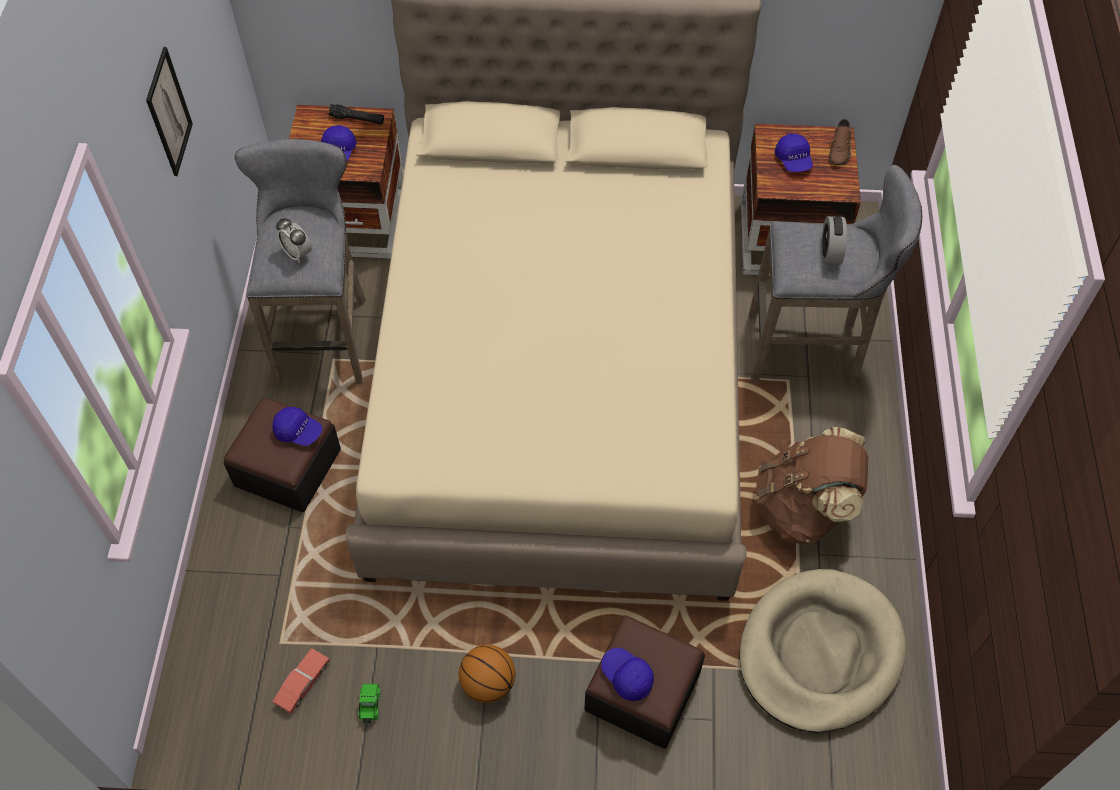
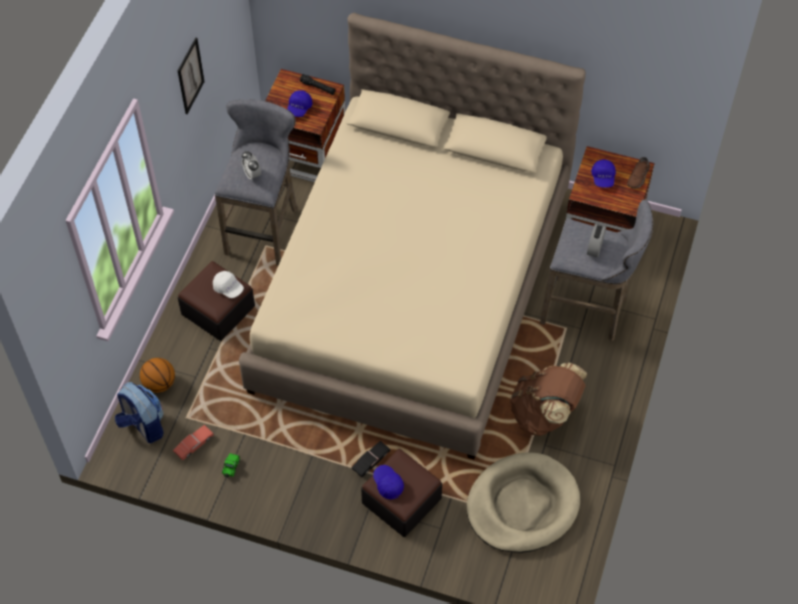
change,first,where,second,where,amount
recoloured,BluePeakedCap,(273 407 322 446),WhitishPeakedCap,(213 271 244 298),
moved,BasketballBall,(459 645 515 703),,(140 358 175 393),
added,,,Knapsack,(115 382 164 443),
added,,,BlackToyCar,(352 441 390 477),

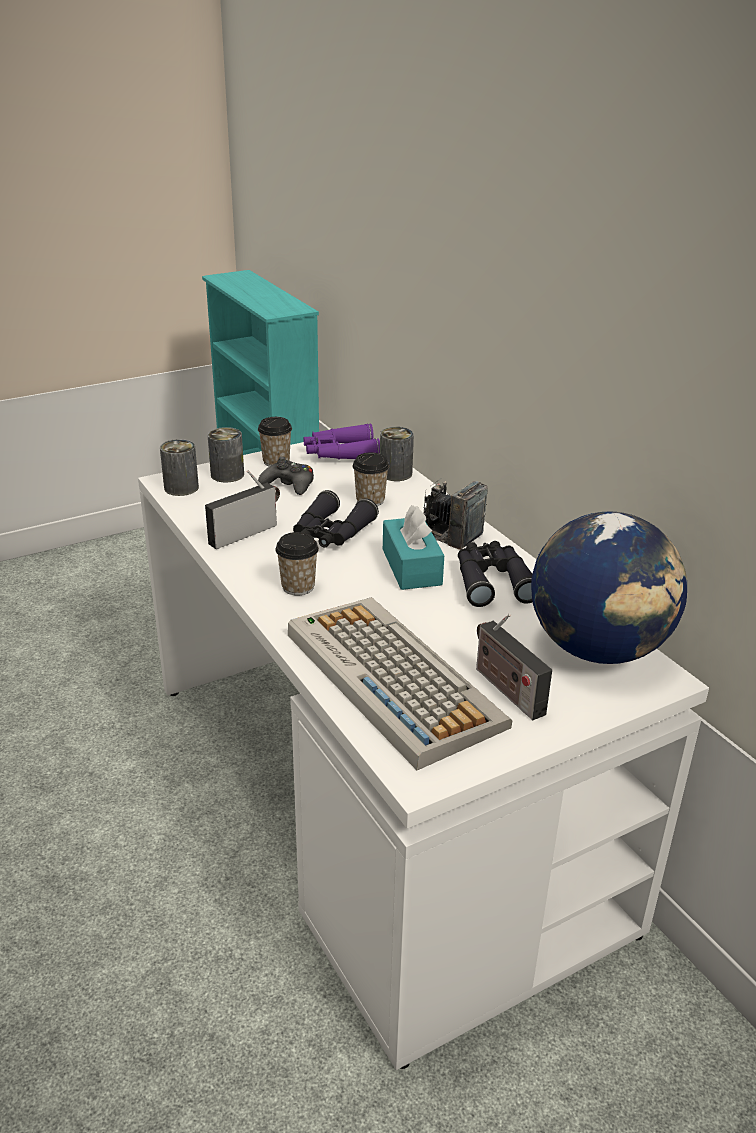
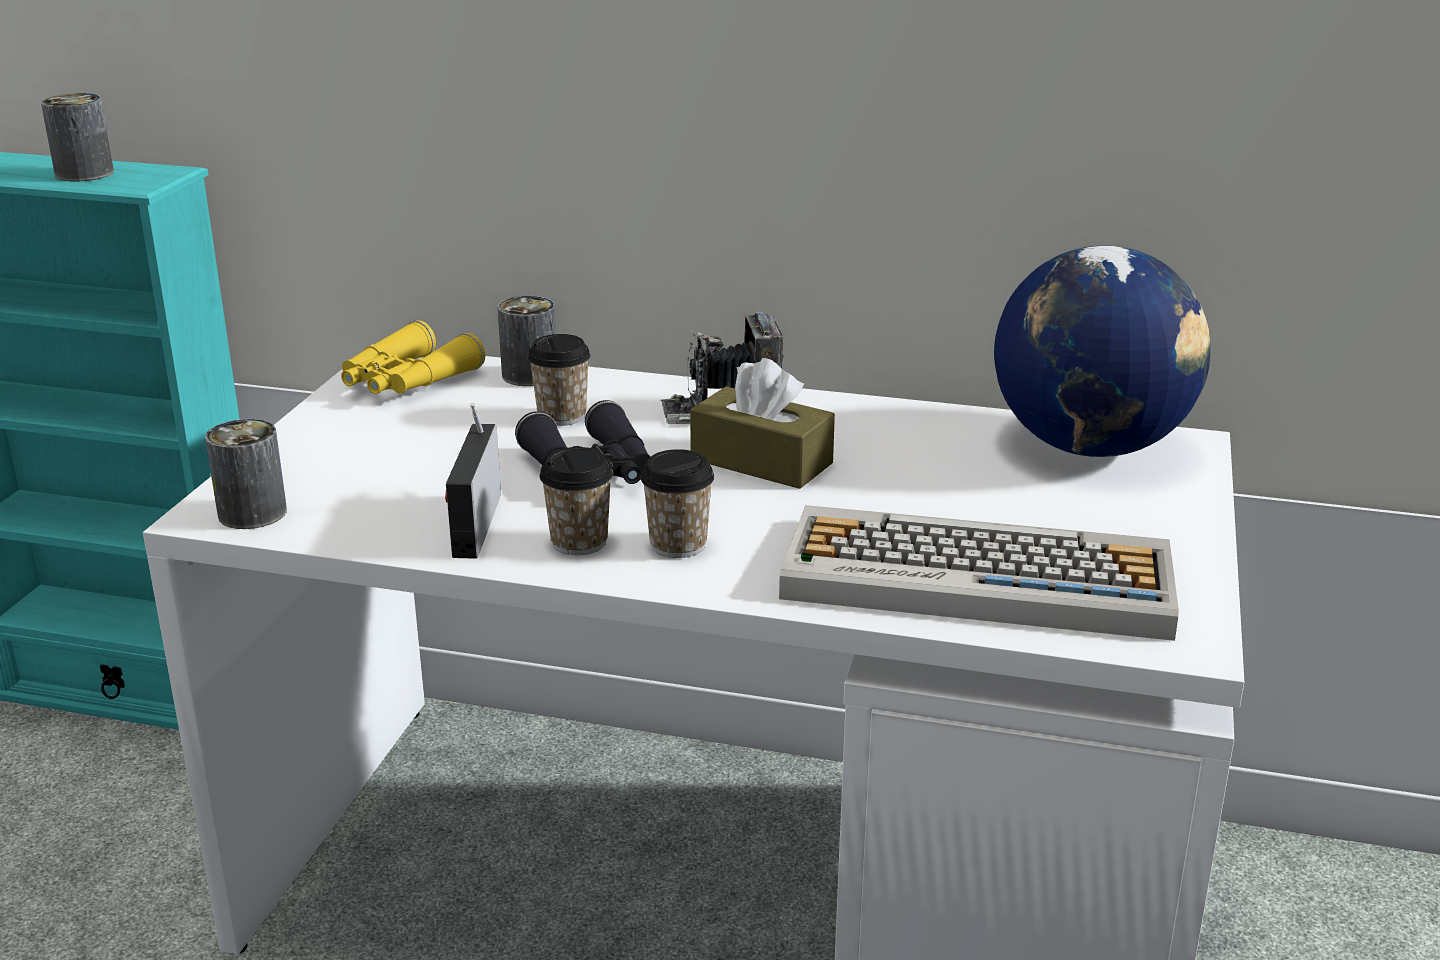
change,first,where,second,where,amount
moved,Cup,(258 417 292 467),,(539 447 613 555),
recoloured,PurplePairOfBinoculars,(303 423 380 459),YellowishPairOfBinoculars,(341 320 485 394),
moved,SealedCan,(208 427 244 482),,(41 93 114 182),
removed,BlackJoypad,(258 457 314 495),,,
recoloured,TurquoiseTissueHolder,(383 505 444 590),BrownTissueHolder,(690 358 835 489),
removed,BlackPairOfBinoculars,(458 541 533 607),,,
removed,RadioSet,(476 613 552 720),,,

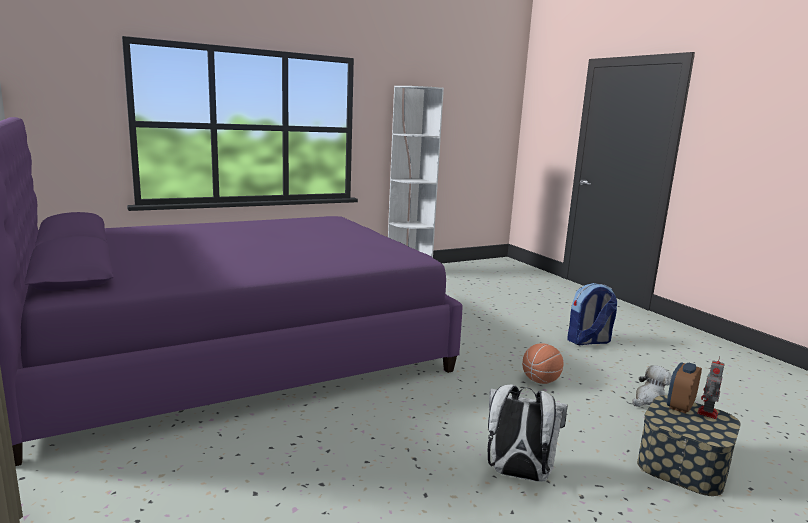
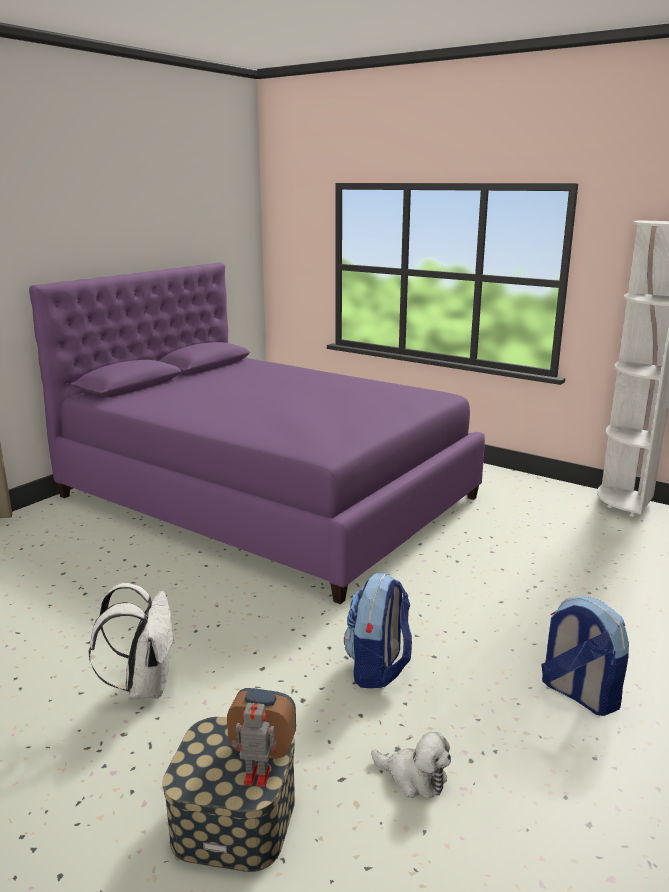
change,first,where,second,where,amount
replaced,BasketballBall,(522 343 564 384),Knapsack,(344 573 412 688),

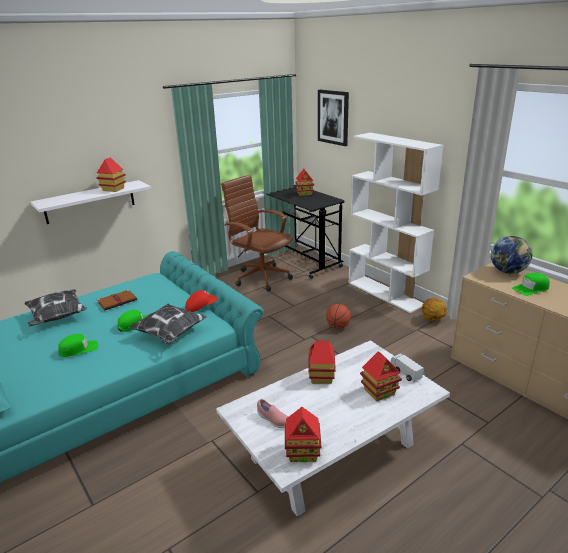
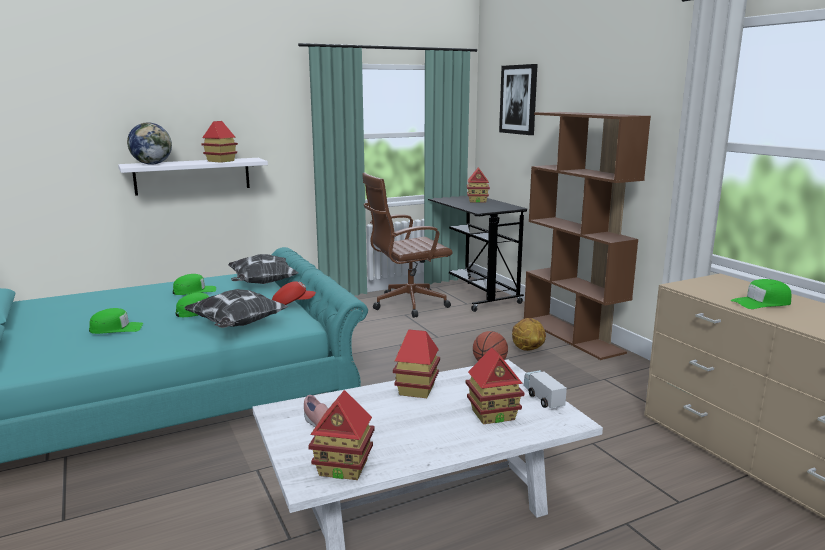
change,first,where,second,where,amount
recoloured,WhitishShelvingUnit,(348 133 443 313),BrownShelvingUnit,(524 112 651 360),
turned,BrownComputerChair,(221 174 293 292),,(362 172 453 318),75 degrees counterclockwise
moved,DeskGlobe,(491 236 532 274),,(127 123 172 165),
moved,Pillow,(24 289 87 327),,(228 254 298 284),
replaced,BrownVolume,(97 289 137 311),GreenPeakedCap,(173 274 216 295),
moved,BasketballBall,(422 298 447 322),,(512 318 546 351),

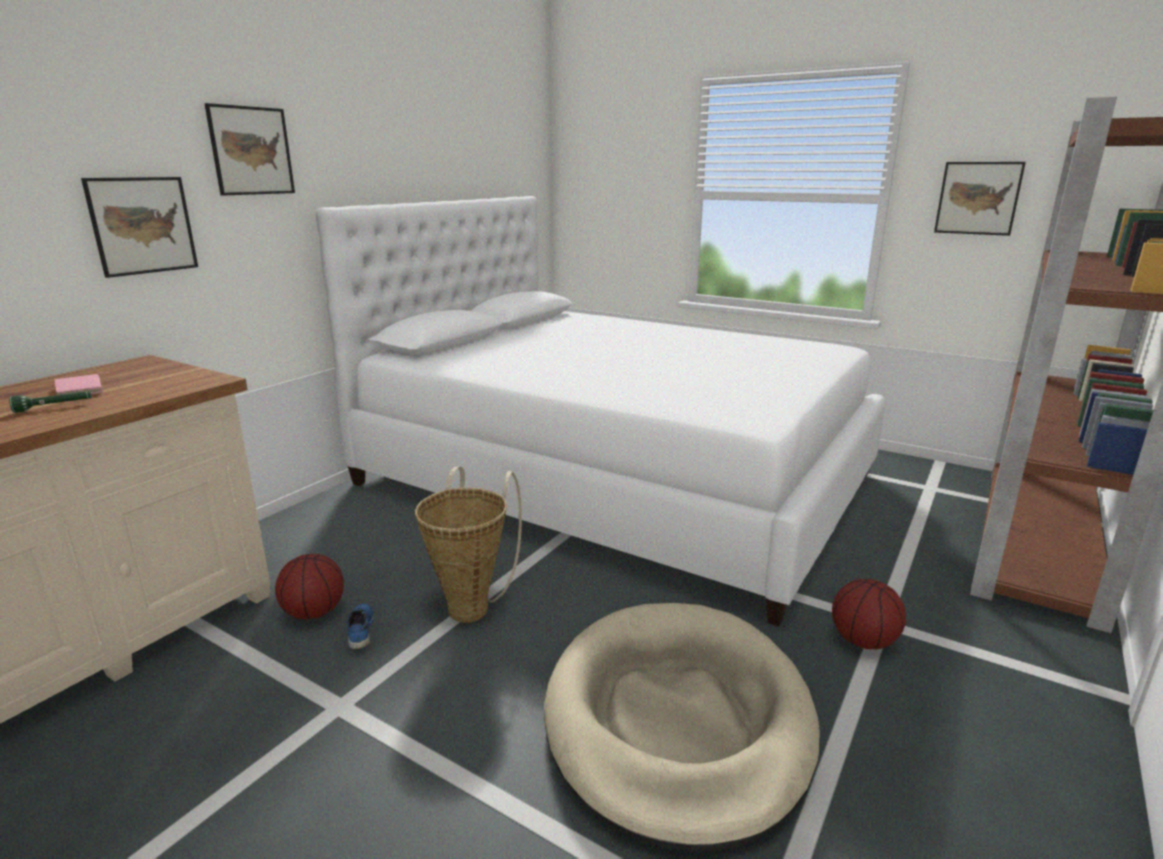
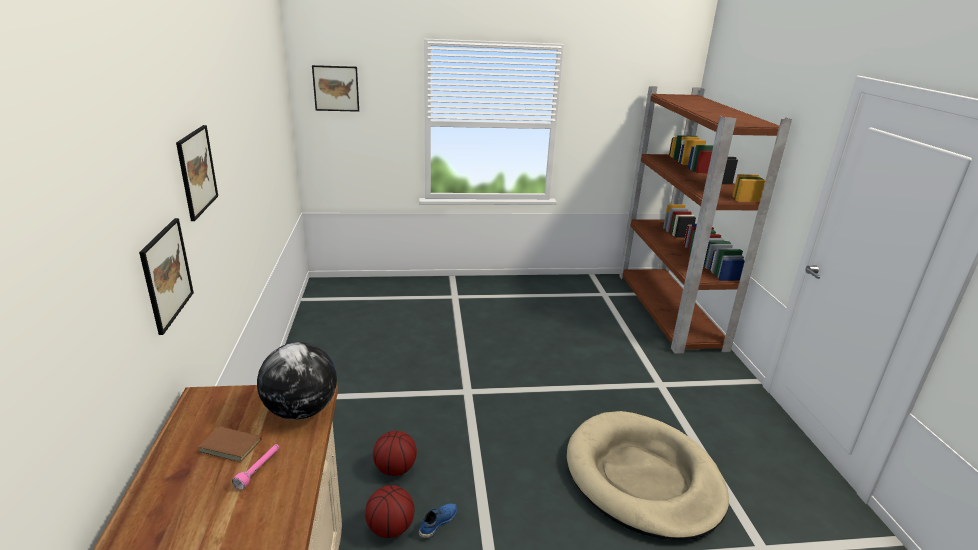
change,first,where,second,where,amount
moved,Picture,(934 162 1026 236),,(312 65 359 112),
removed,WhitishBedroomBed,(316 196 885 627),,,
recoloured,PinkVolume,(54 372 112 395),BrownVolume,(198 420 262 463),
recoloured,GreenHandTorch,(9 391 92 413),PinkHandTorch,(232 444 279 490),
removed,Basket,(415 467 522 623),,,
moved,BasketballBall,(832 579 906 649),,(373 431 417 476),
turned,BlueShoe,(347 604 374 650),,(419 503 457 539),90 degrees clockwise
added,,,DeskGlobe,(257 342 337 420),

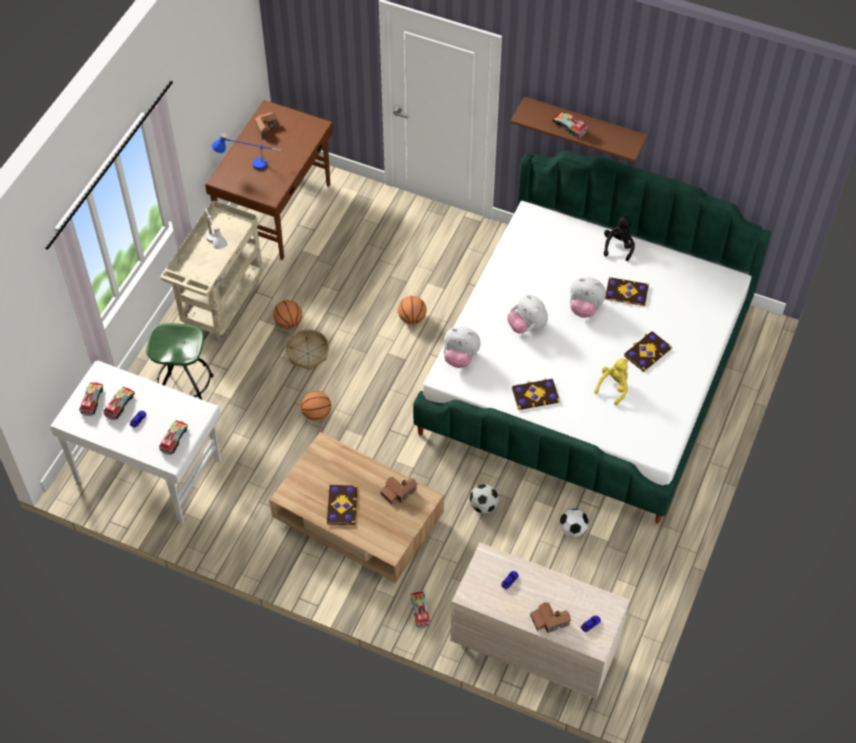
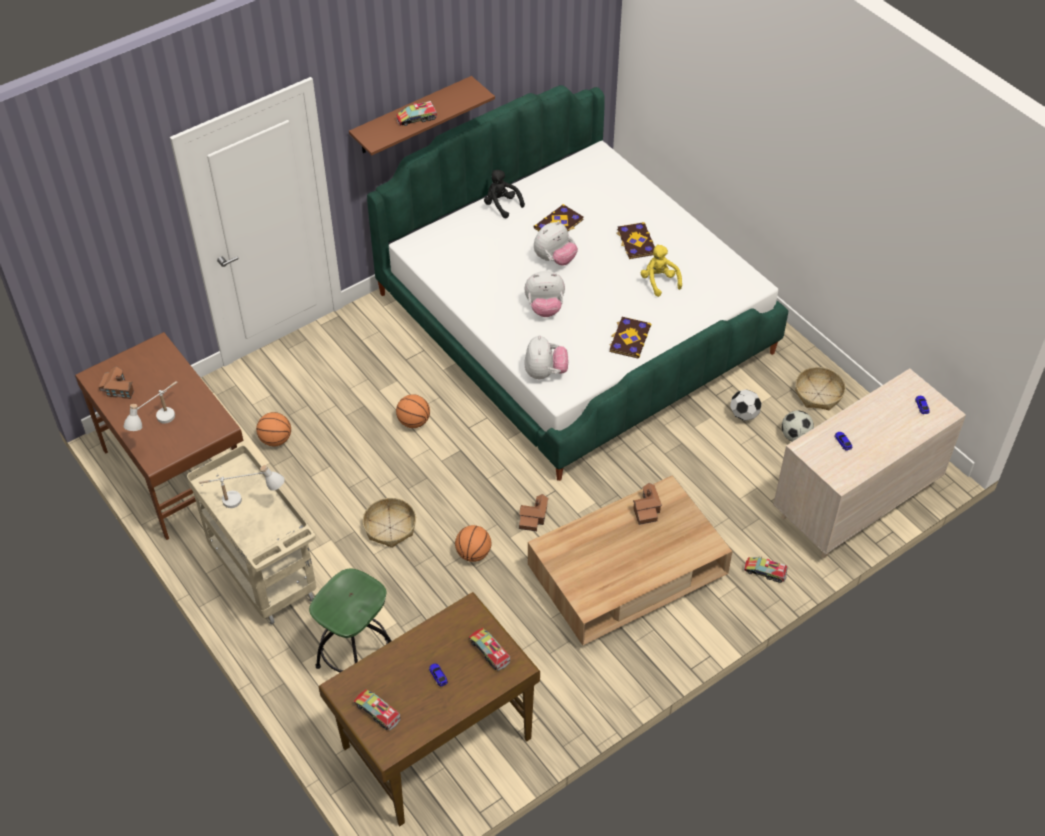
change,first,where,second,where,amount
recoloured,BlueLampForATable,(212 133 281 170),WhitishLampForATable,(123 381 177 431),
moved,BasketballBall,(273 300 302 329),,(256 412 291 447),
turned,CuddlyToy,(444 326 481 368),,(524 335 568 379),45 degrees counterclockwise
recoloured,WhitishDeskTable,(50 361 221 524),BrownDeskTable,(319 592 540 826),
removed,ToyLorry,(104 387 135 420),,,
moved,BallForFootball,(469 484 499 514),,(782 410 814 442),
removed,Volume,(325 485 358 525),,,
moved,ToyHouse,(530 602 571 633),,(519 494 548 531),
added,,,Basket,(795 367 846 410),

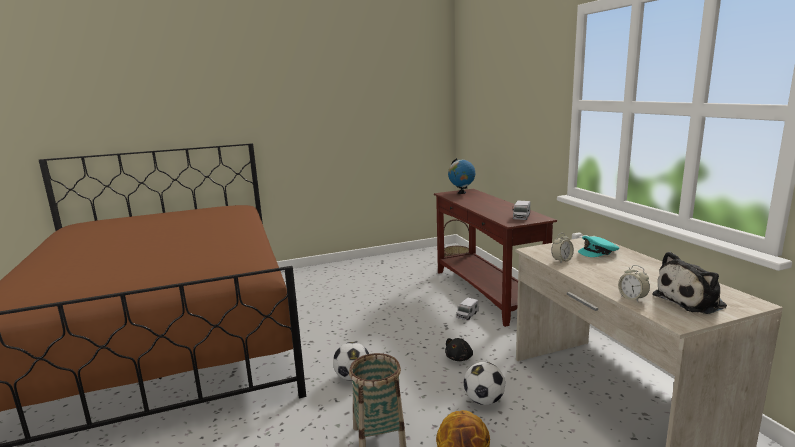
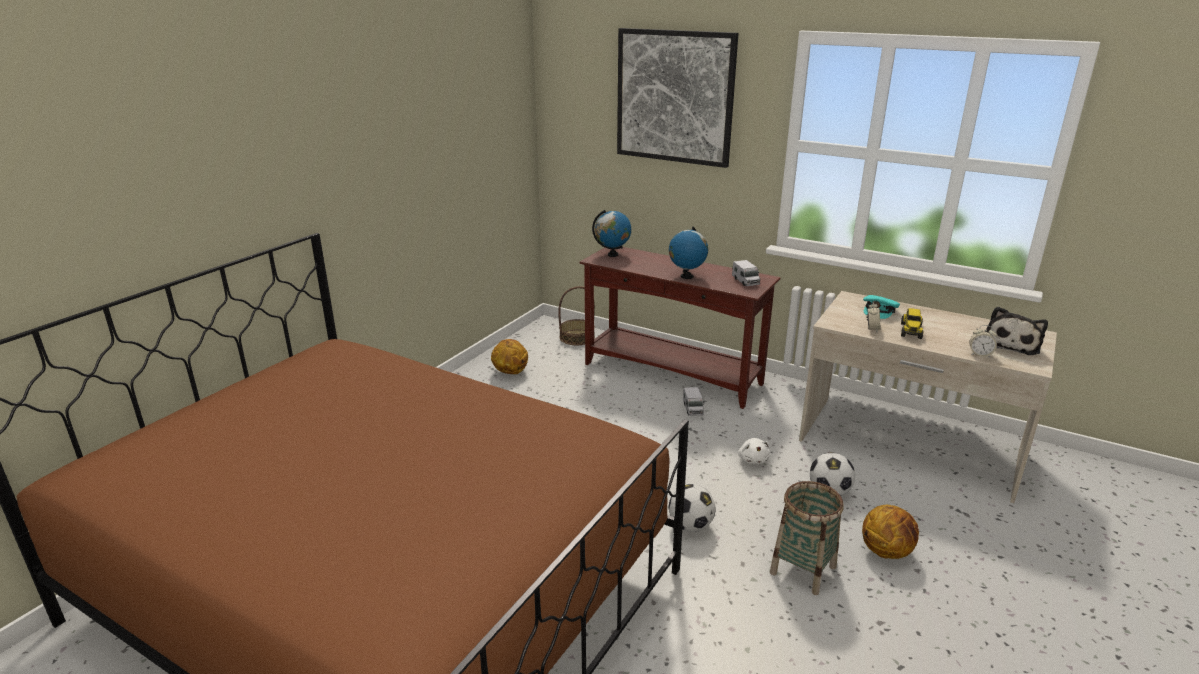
change,first,where,second,where,amount
recoloured,BlackCuddlyToy,(445 338 473 361),WhitishCuddlyToy,(738 438 770 464),
added,,,Picture,(617 28 739 168),
added,,,DeskGlobe,(669 227 708 279),
added,,,ToyLorry,(901 308 923 339),
added,,,BasketballBall,(491 339 528 374),

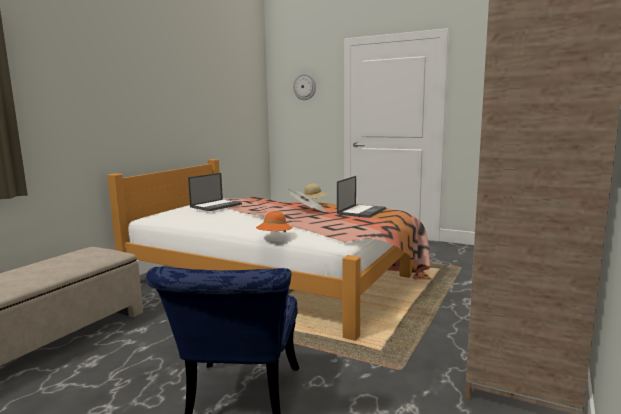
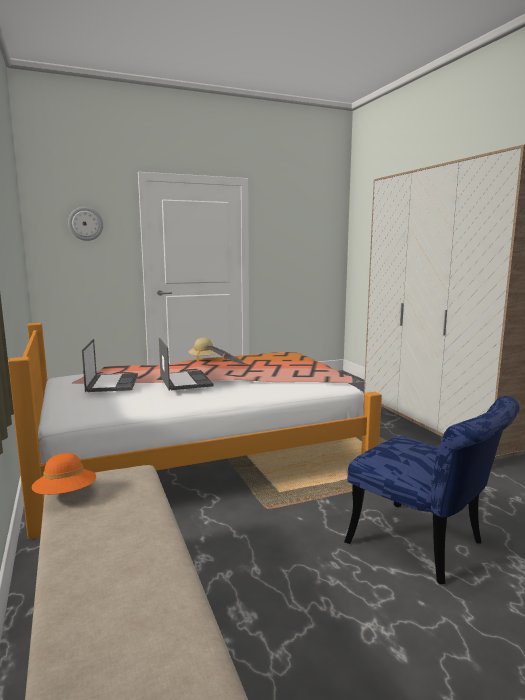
change,first,where,second,where,amount
moved,PortableComputer,(337 176 386 218),,(159 338 214 391),
moved,OrangeyClothingHat,(256 211 293 232),,(32 453 96 495),

